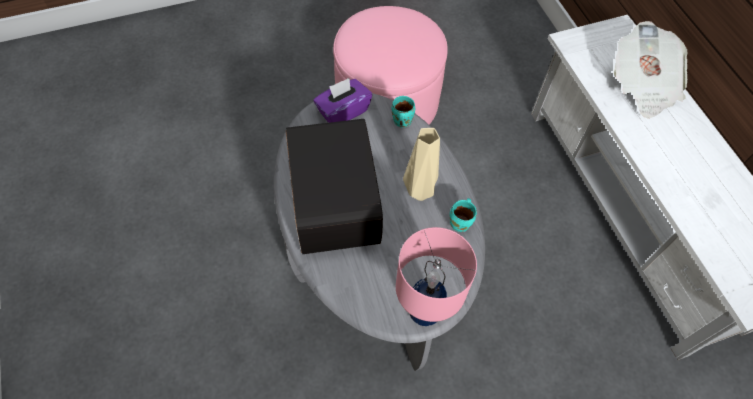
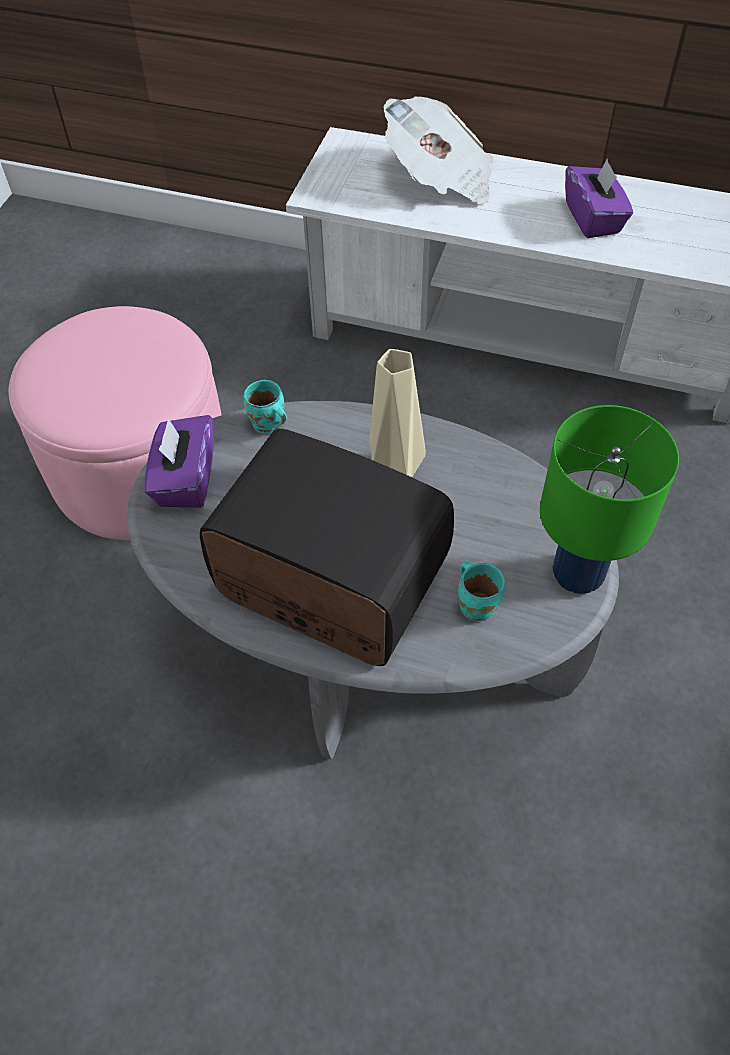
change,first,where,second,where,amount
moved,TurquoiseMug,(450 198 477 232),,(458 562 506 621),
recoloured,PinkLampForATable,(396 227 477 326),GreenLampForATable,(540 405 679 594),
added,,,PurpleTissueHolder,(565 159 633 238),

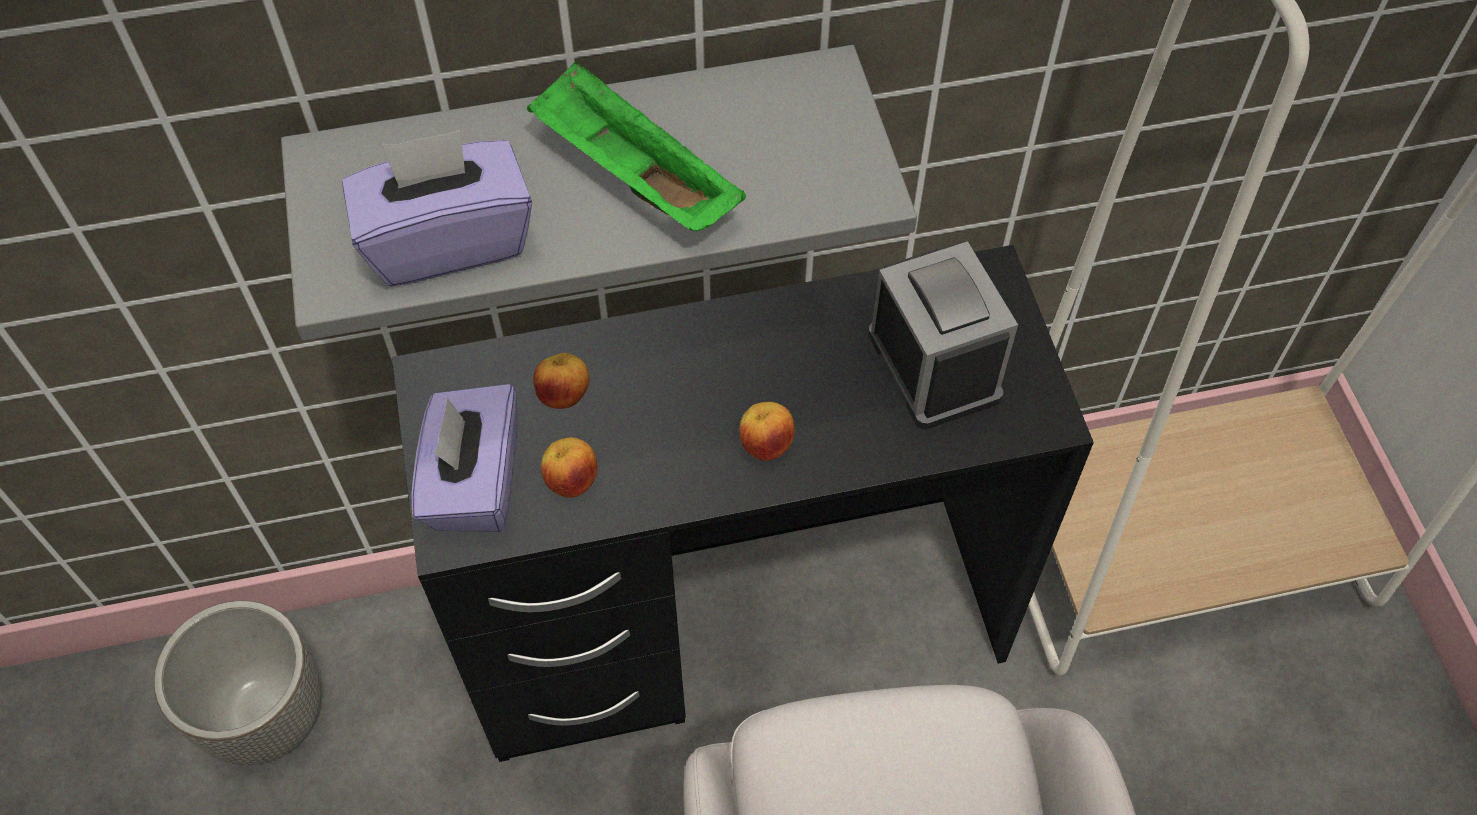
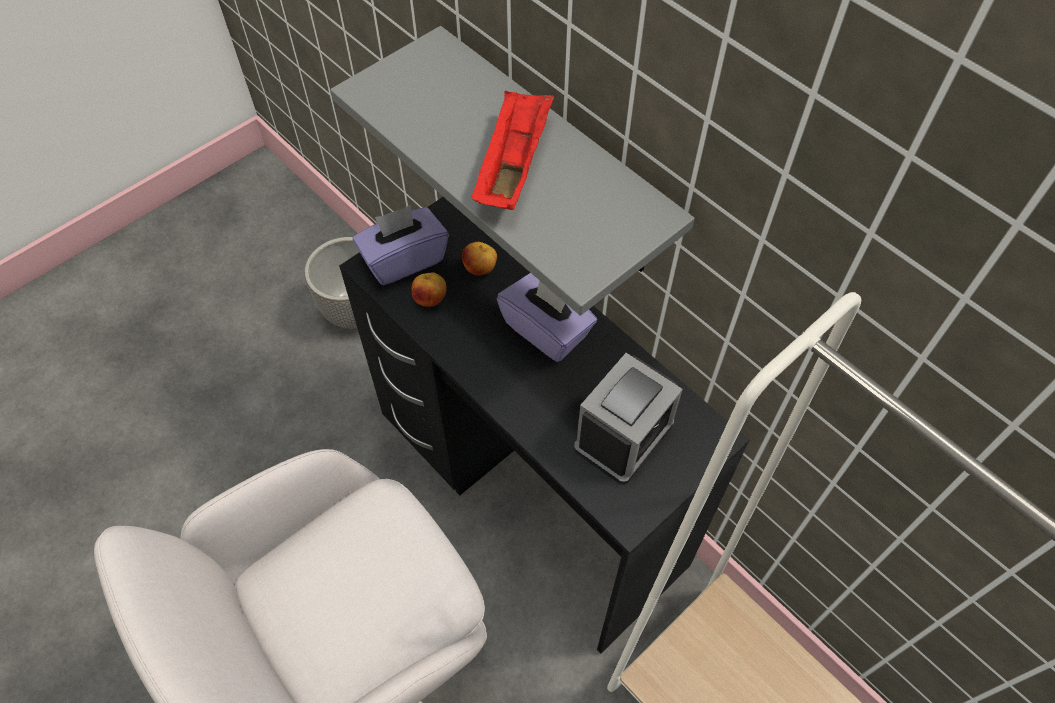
change,first,where,second,where,amount
recoloured,GreenServingTray,(527 61 746 232),ReddishServingTray,(471 91 554 210),
moved,PurpleTissueHolder,(342 130 532 286),,(497 273 597 362),
removed,Apple,(739 402 795 461),,,

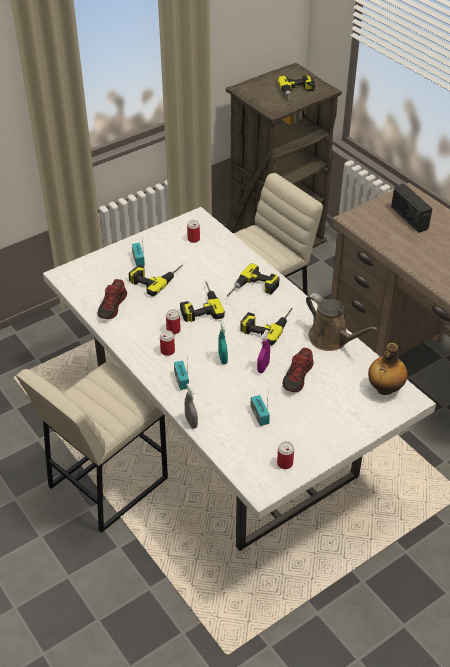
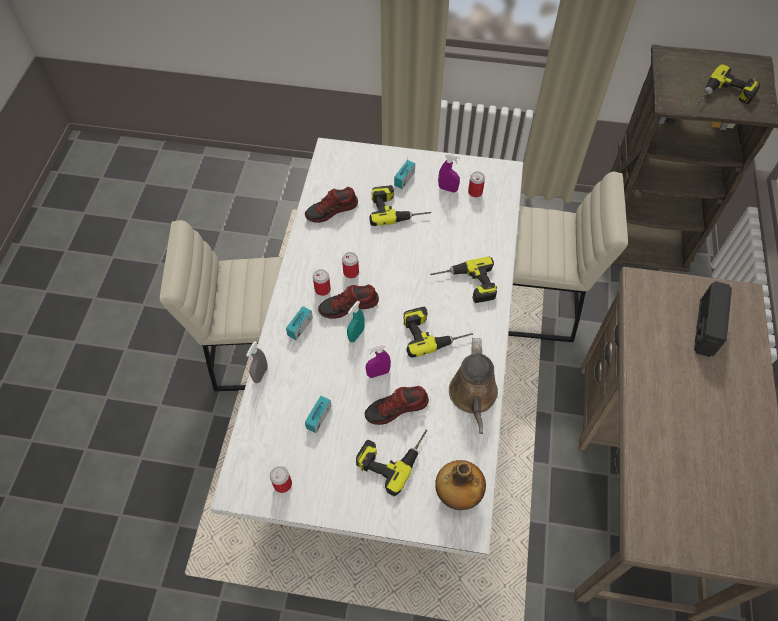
change,first,where,second,where,amount
moved,Drill,(180 281 225 322),,(356 430 427 496),
added,,,PurpleSprayBottle,(438 153 460 193),
added,,,Shoe,(318 284 379 319),

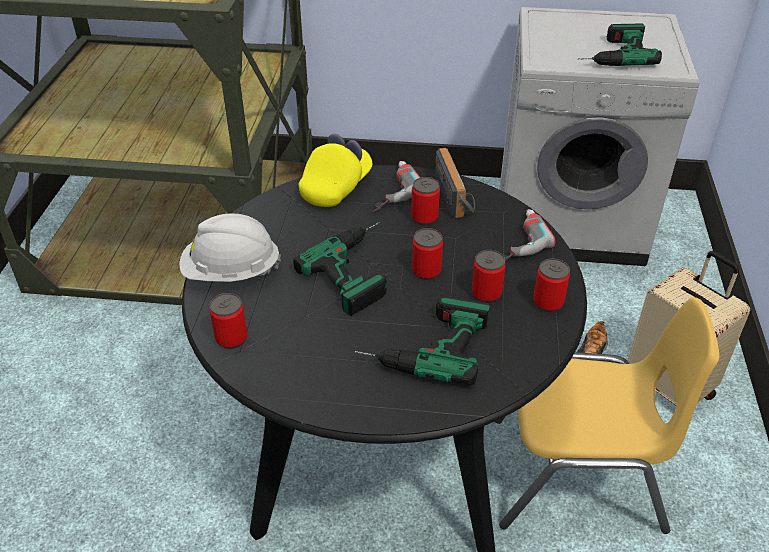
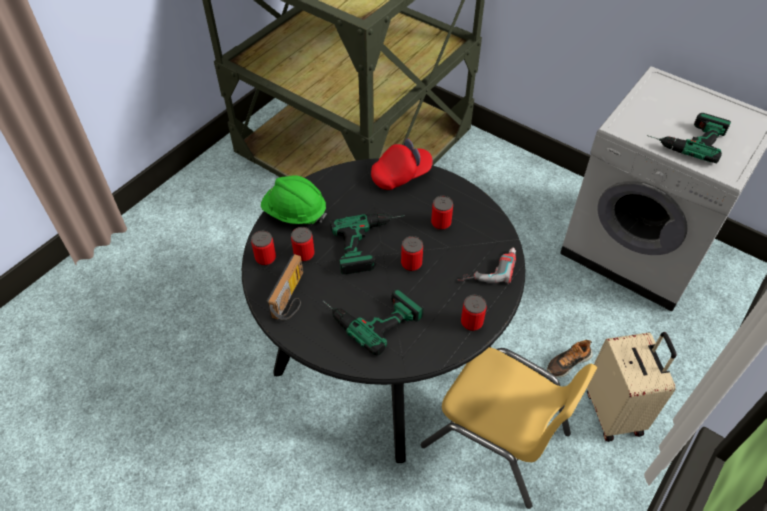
change,first,where,second,where,amount
recoloured,YellowishPeakedCap,(299 134 372 207),ReddishPeakedCap,(371 139 433 190),
moved,RadioSet,(435 148 475 218),,(267 254 303 320),
removed,Drill,(373 161 421 212),,,
recoloured,WhitishHardHat,(180 213 281 282),GreenHardHat,(261 175 326 224),
moved,SealedCan,(472 250 506 303),,(291 227 315 262),

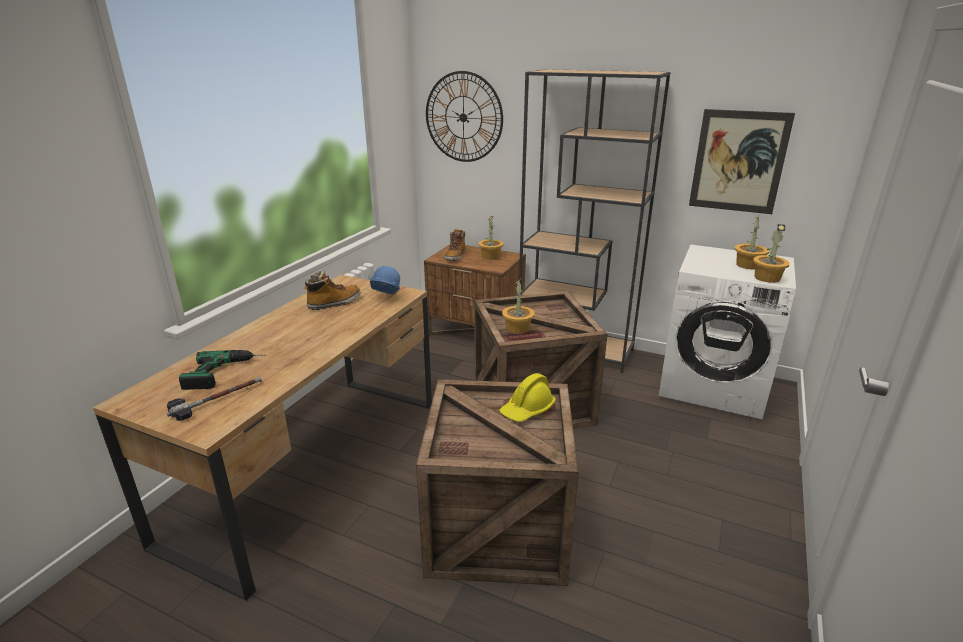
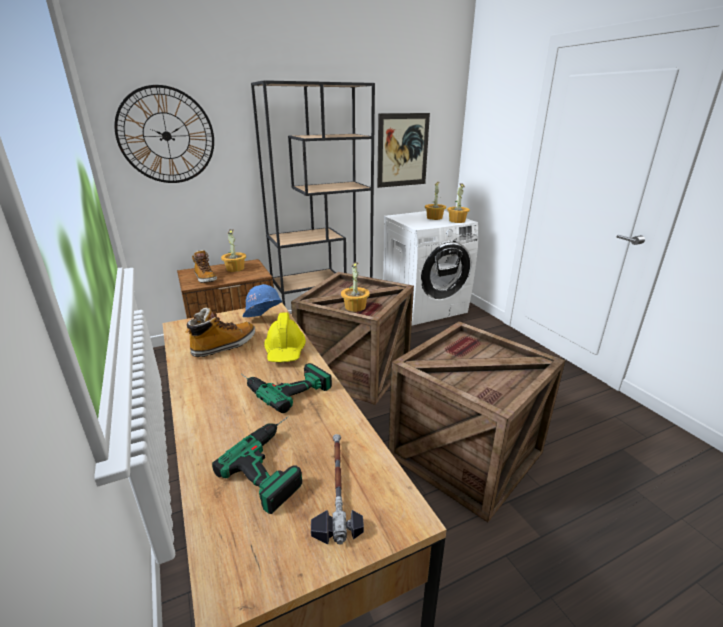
change,first,where,second,where,amount
turned,Boot,(304 270 361 310),,(185 308 255 357),45 degrees clockwise
moved,YellowishHardHat,(499 373 556 422),,(264 312 306 362),
added,,,Drill,(241 363 332 413),

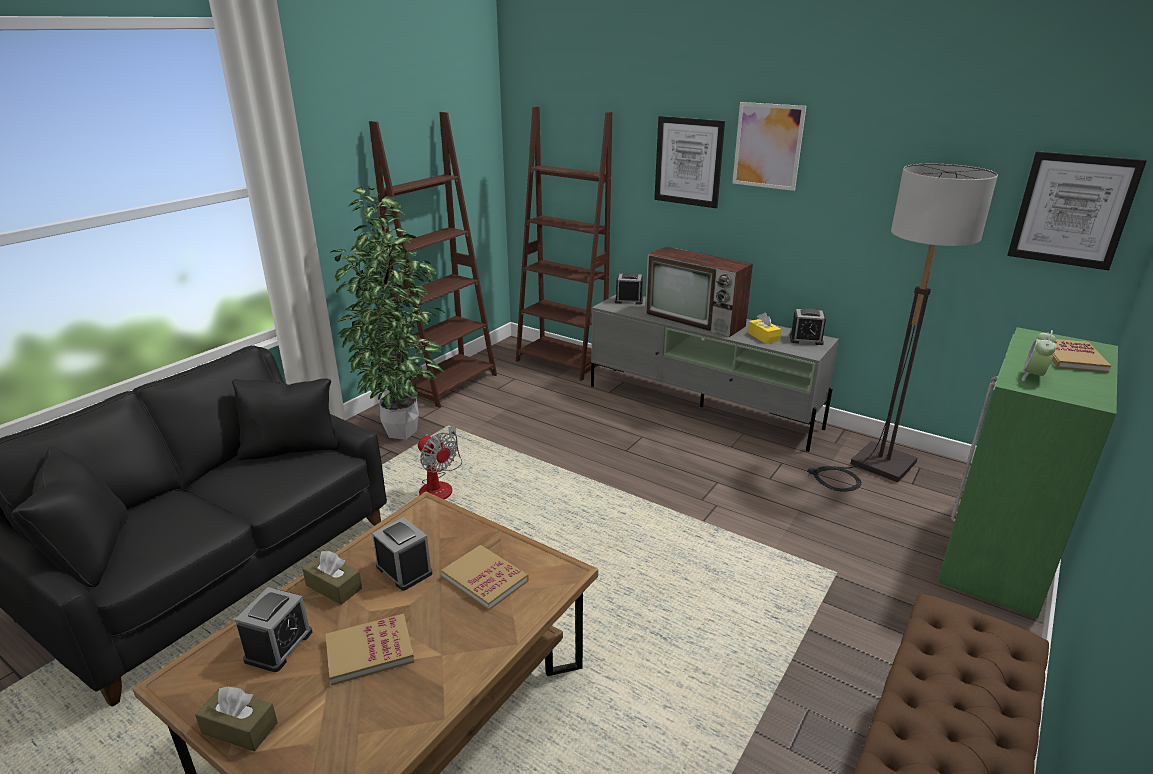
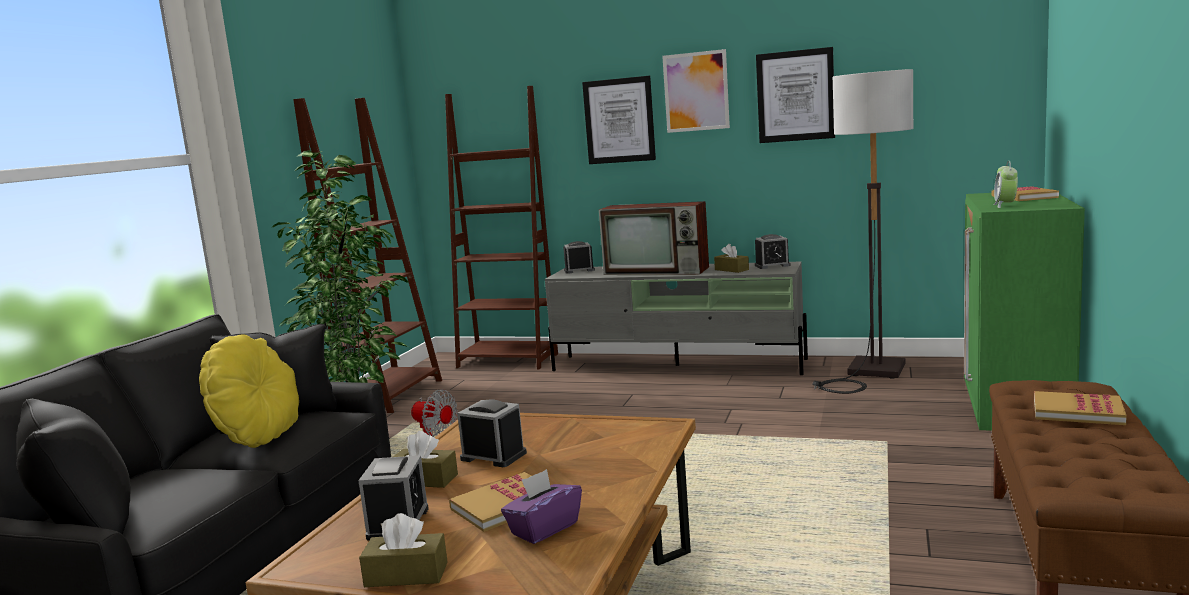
change,first,where,second,where,amount
moved,Picture,(1007 151 1147 270),,(756 47 835 143),
recoloured,YellowishTissueHolder,(748 313 781 344),BrownTissueHolder,(714 244 749 273),
moved,Volume,(441 545 529 610),,(1034 391 1127 425),
added,,,YellowishPillow,(199 334 299 448),
added,,,PurpleTissueHolder,(501 469 582 544),

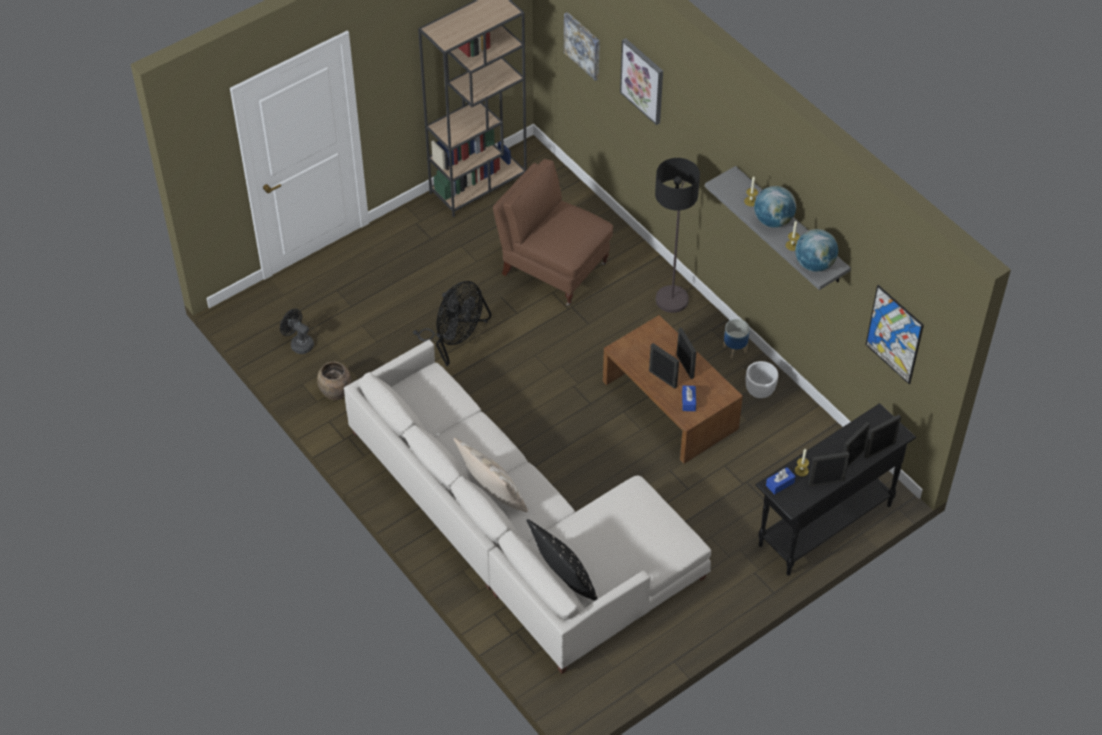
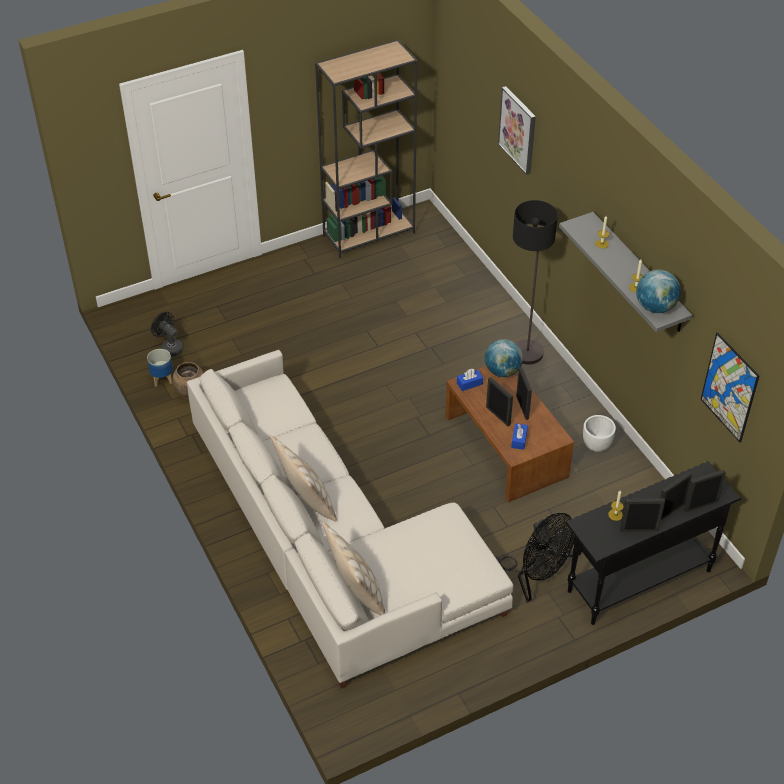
change,first,where,second,where,amount
removed,Picture,(564 12 600 81),,,
removed,BrownEasyChair,(493 159 613 306),,,
moved,DeskGlobe,(754 186 796 228),,(485 339 523 377),
moved,BlackFan,(413 281 492 367),,(495 513 582 603),
moved,Planter,(723 319 750 358),,(147 349 173 387),
moved,BlueTissueHolder,(766 467 796 495),,(457 369 483 391),
recoloured,BlackPillow,(527 519 598 601),BeigeColouredPillow,(322 522 386 615),

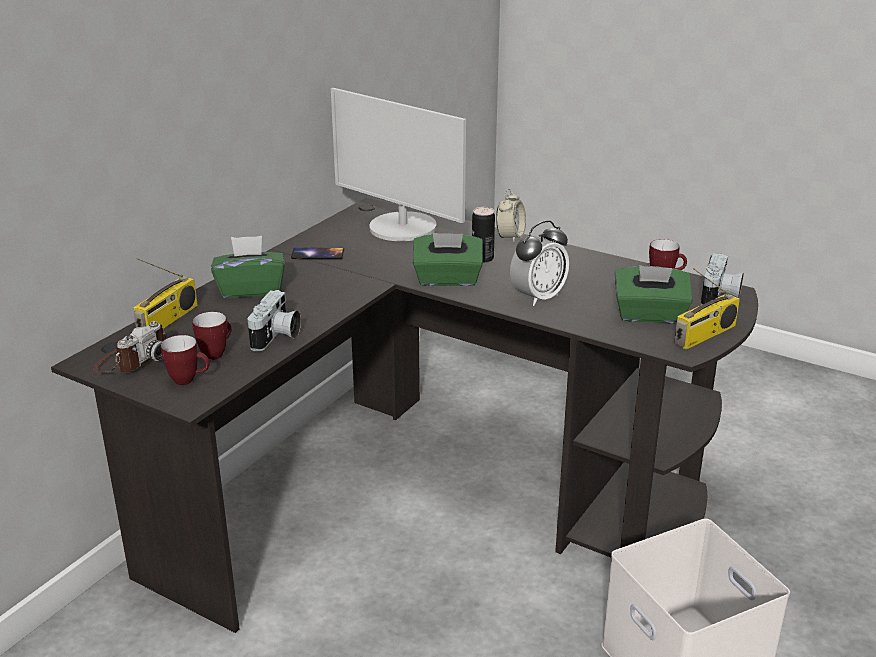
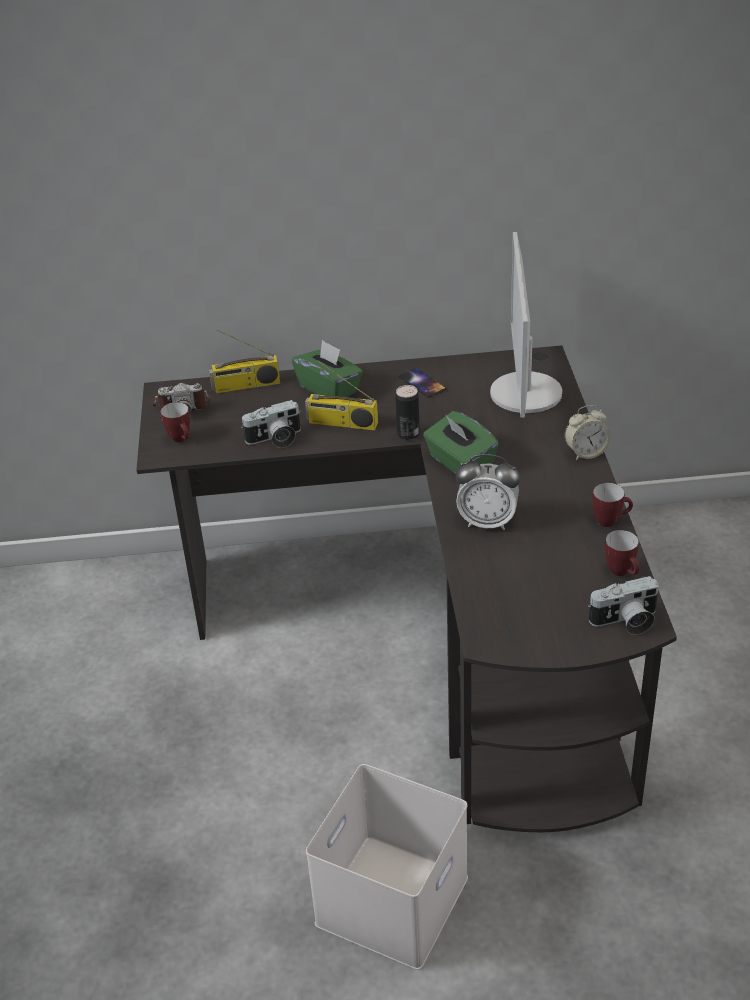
change,first,where,second,where,amount
moved,SealedCan,(472 207 495 263),,(395 385 420 440),
removed,GreenTissueHolder,(614 265 692 324),,,
moved,RadioSet,(674 268 740 350),,(305 361 378 430),
moved,Mug,(192 312 231 360),,(592 483 633 527),

